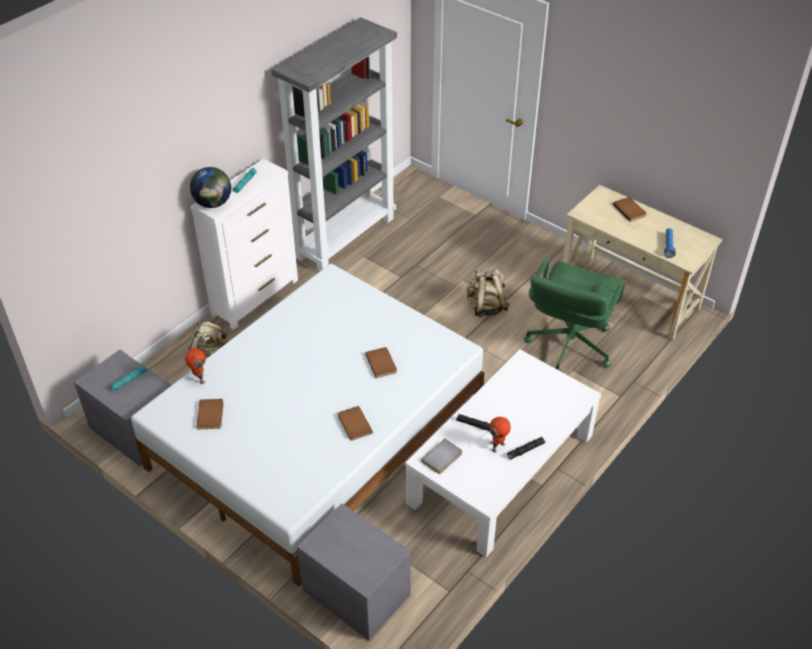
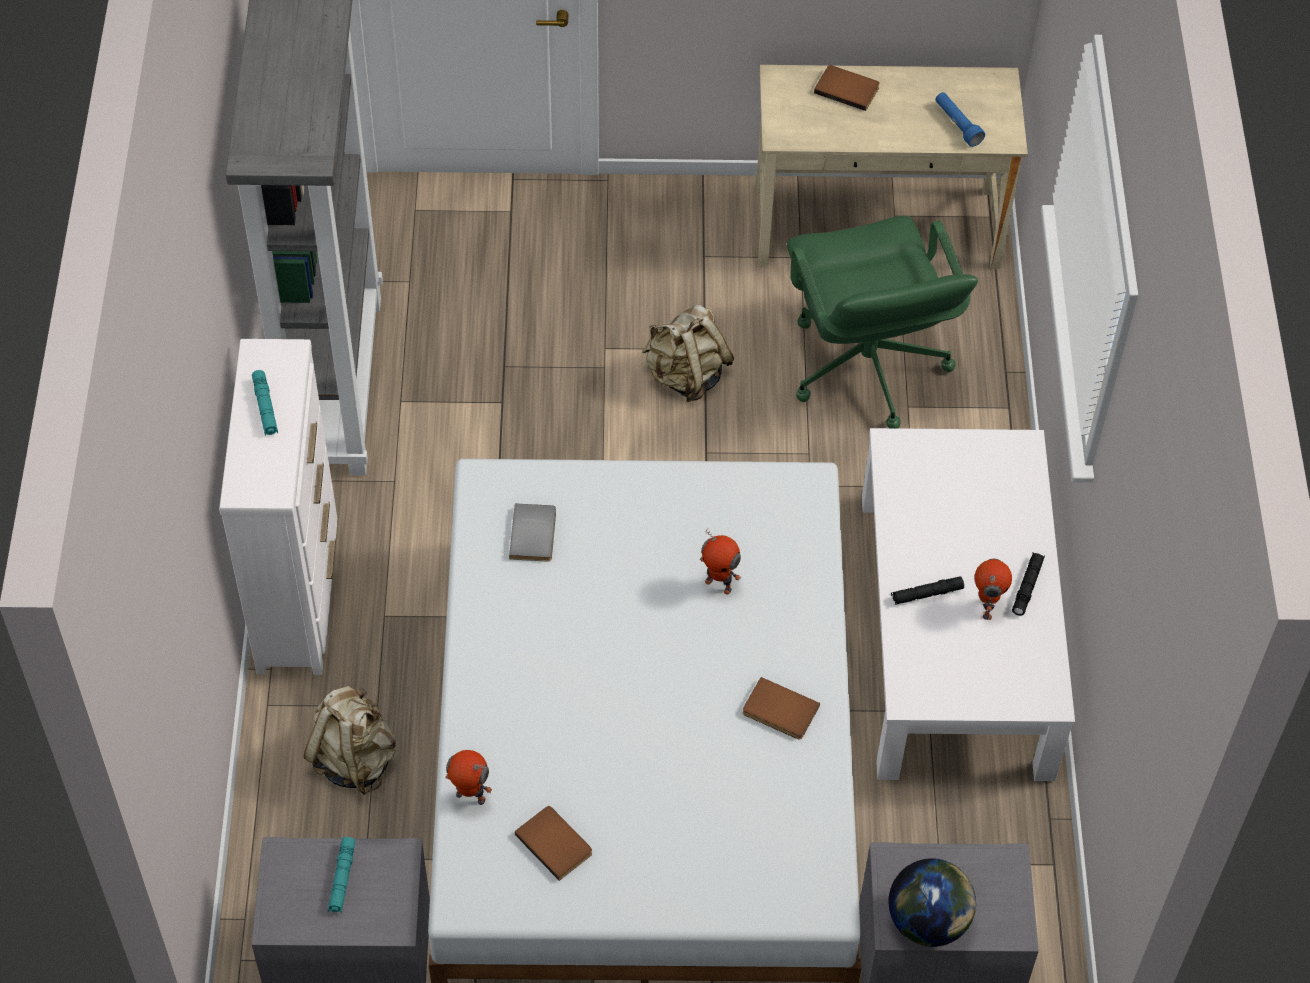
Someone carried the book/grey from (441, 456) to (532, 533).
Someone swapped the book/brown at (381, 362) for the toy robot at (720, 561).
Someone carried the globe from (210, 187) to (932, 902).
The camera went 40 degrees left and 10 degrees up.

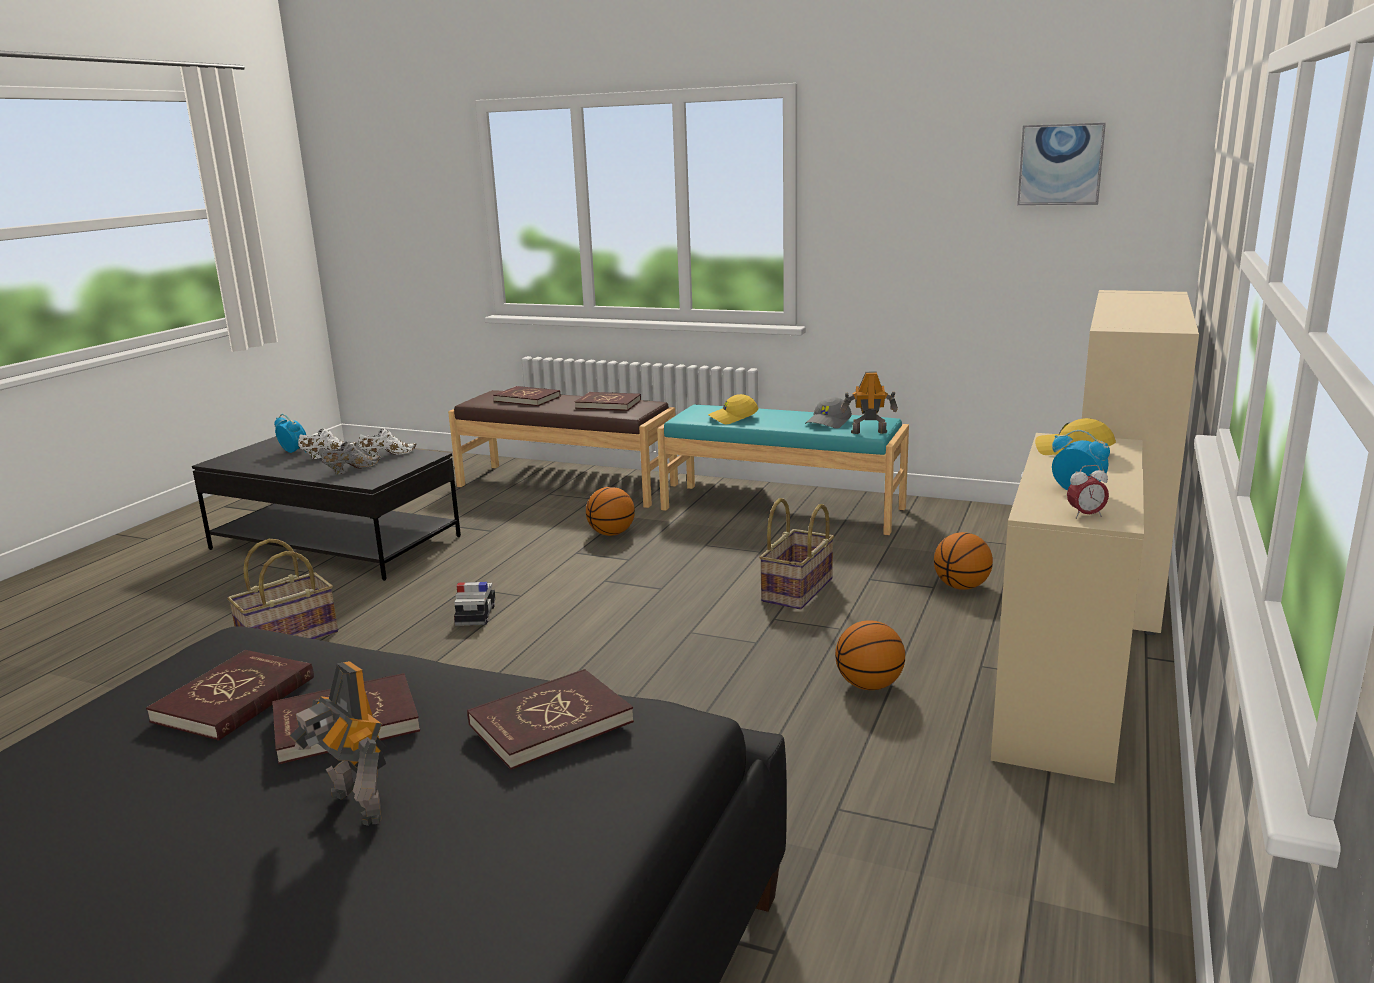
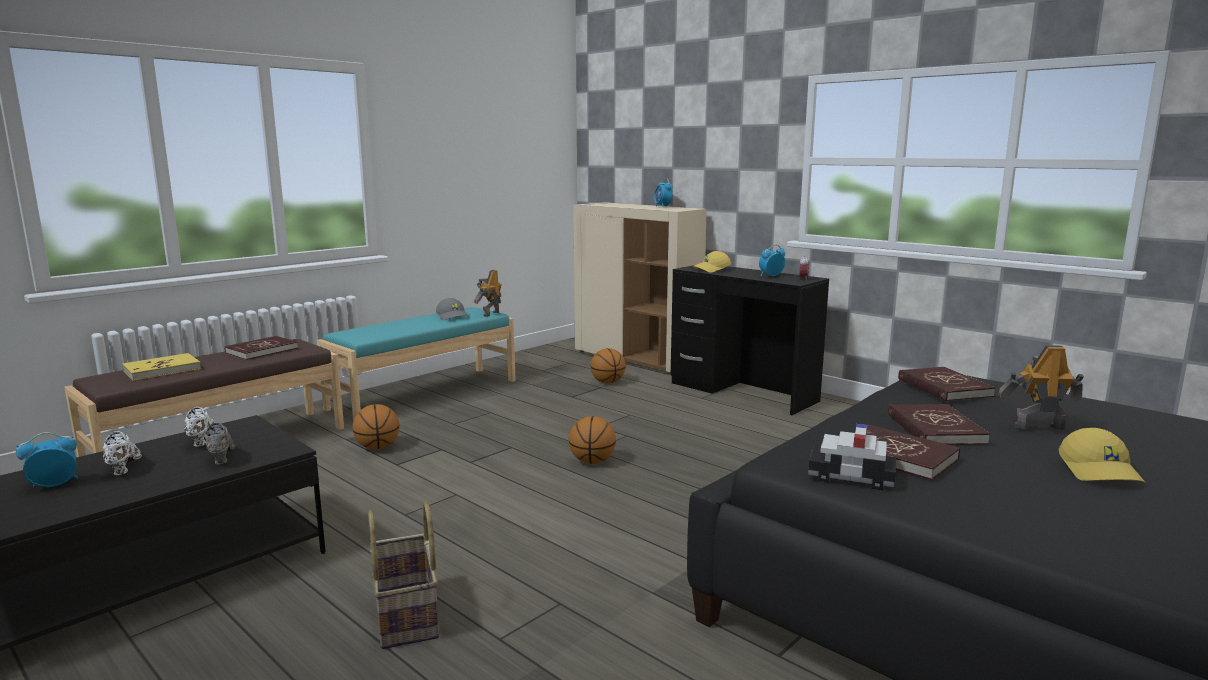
Someone repainted the book/red at (526, 396), which became the book/yellow at (161, 367).
Someone carried the basketball from (870, 655) to (592, 440).
Someone put down the alarm clock at (663, 192).
Someone repainted the desk/beige at (1067, 608), which became the desk/black at (750, 340).
Someone carried the toy car from (475, 604) to (852, 457).
Someone rotated the toy robot at (338, 743) by 150 degrees counterclockwise.
Someone carried the cap/yellow from (733, 409) to (1102, 455).
Someone took away the basket at (796, 553).
Someone took away the picture at (1061, 164).
The camera went 70 degrees left and 5 degrees down.

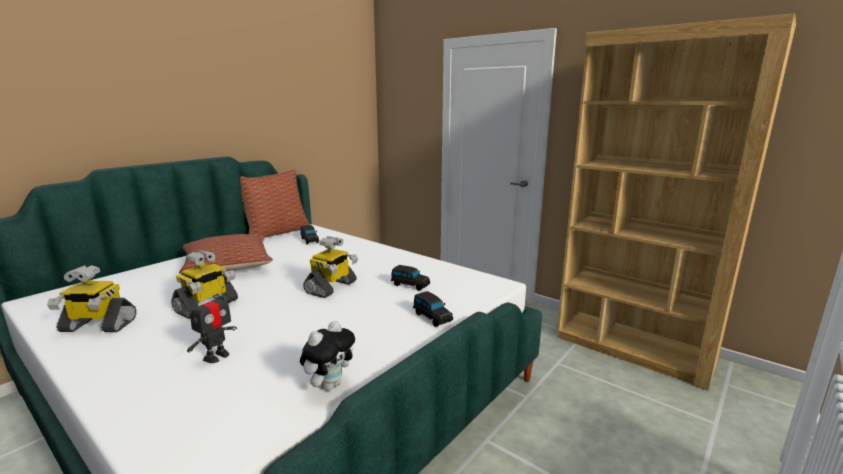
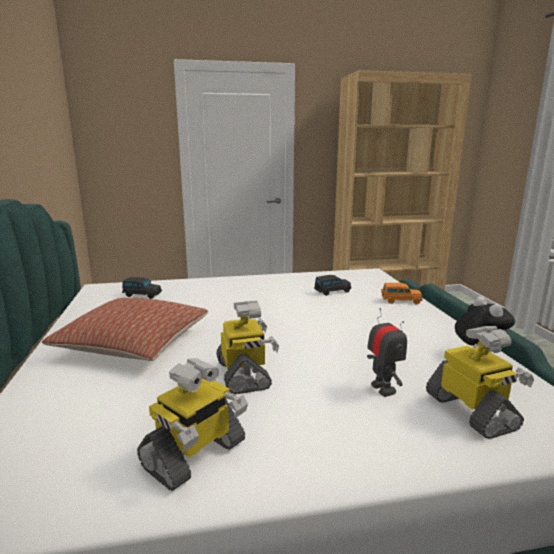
Someone repainted the toy car/black at (433, 309), which became the toy car/orange at (402, 293).
Someone carried the toy robot from (330, 267) to (480, 382).
Someone took away the pillow at (275, 203).
The camera went 50 degrees left and 0 degrees up.

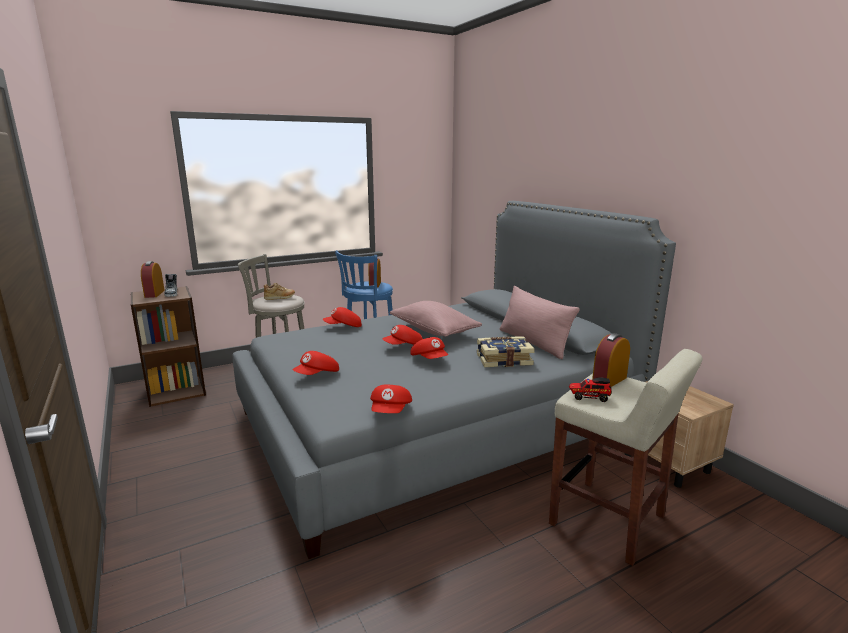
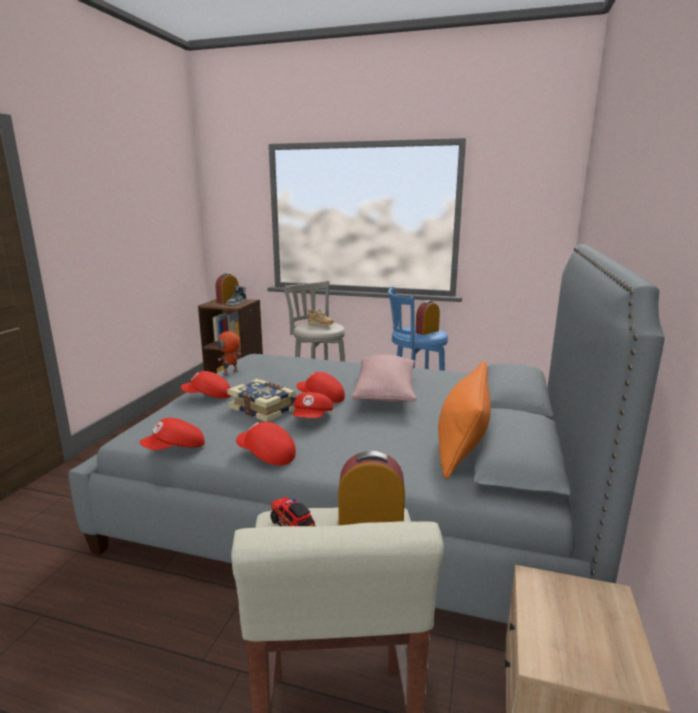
Someone put down the toy robot at (229, 351).
Someone carried the book from (506, 352) to (261, 400).
Someone carried the cap/red from (342, 317) to (266, 444).
Someone repainted the pillow/pink at (539, 322), which became the pillow/orange at (464, 420).
The camera went 45 degrees right and 0 degrees up.

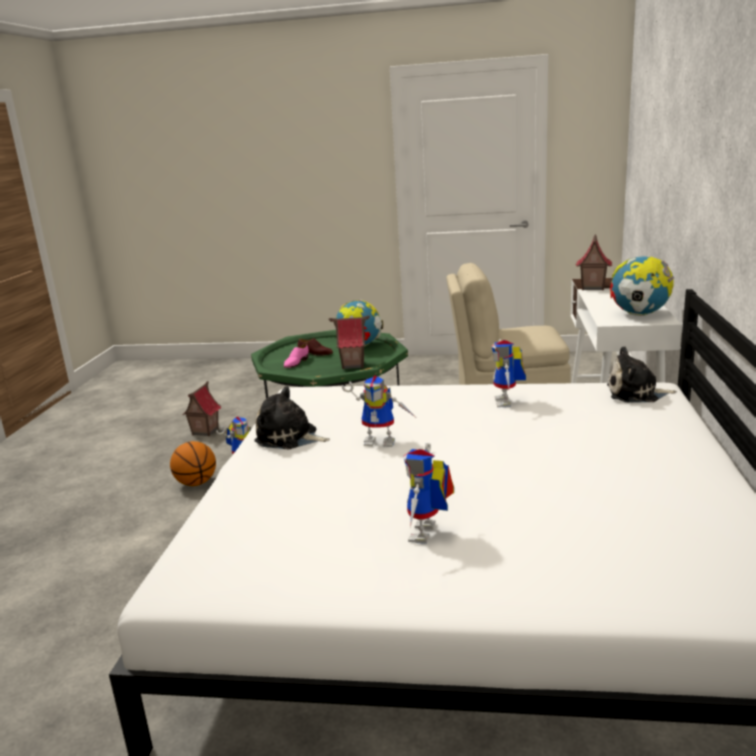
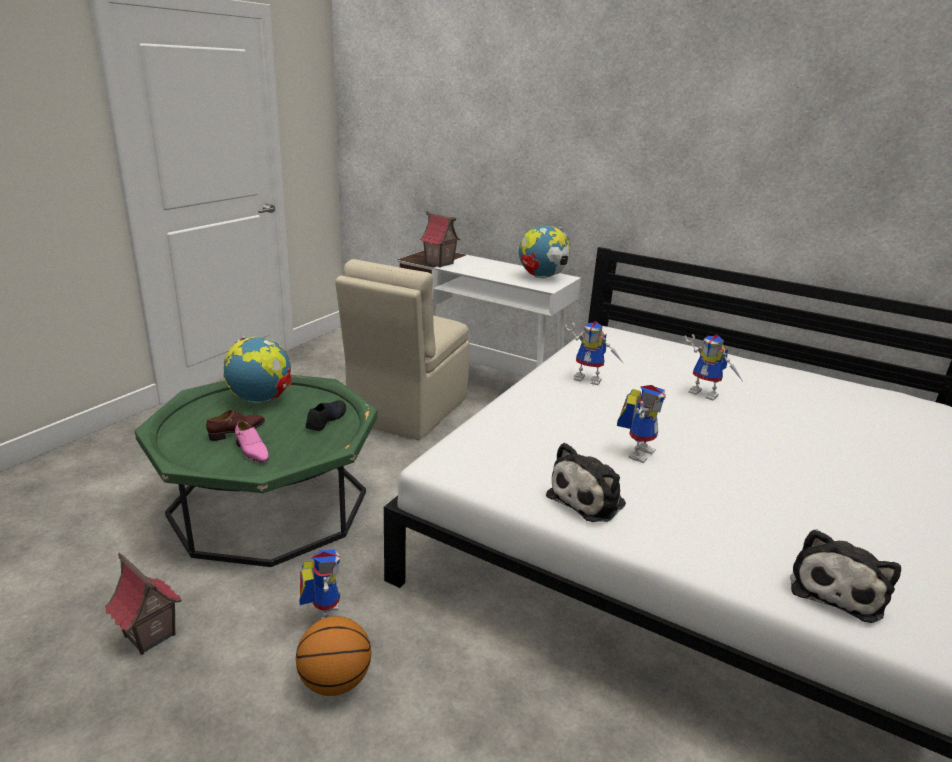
Someone swapped the toy house at (349, 342) for the shoe/black at (326, 415).
Someone carried the toy robot from (428, 493) to (713, 367).
Someone carried the plush toy from (642, 374) to (845, 576).
The camera went 70 degrees left and 5 degrees up.

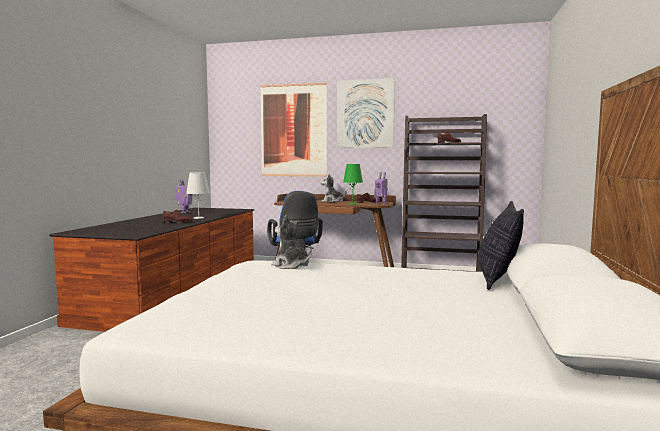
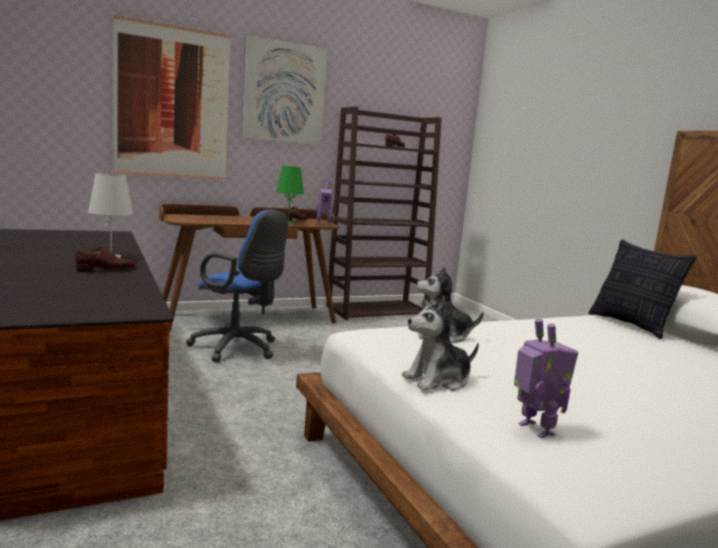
Someone carried the plush toy from (333, 188) to (440, 343).
Someone carried the toy robot from (183, 196) to (546, 378).
The camera went 40 degrees left and 5 degrees up.

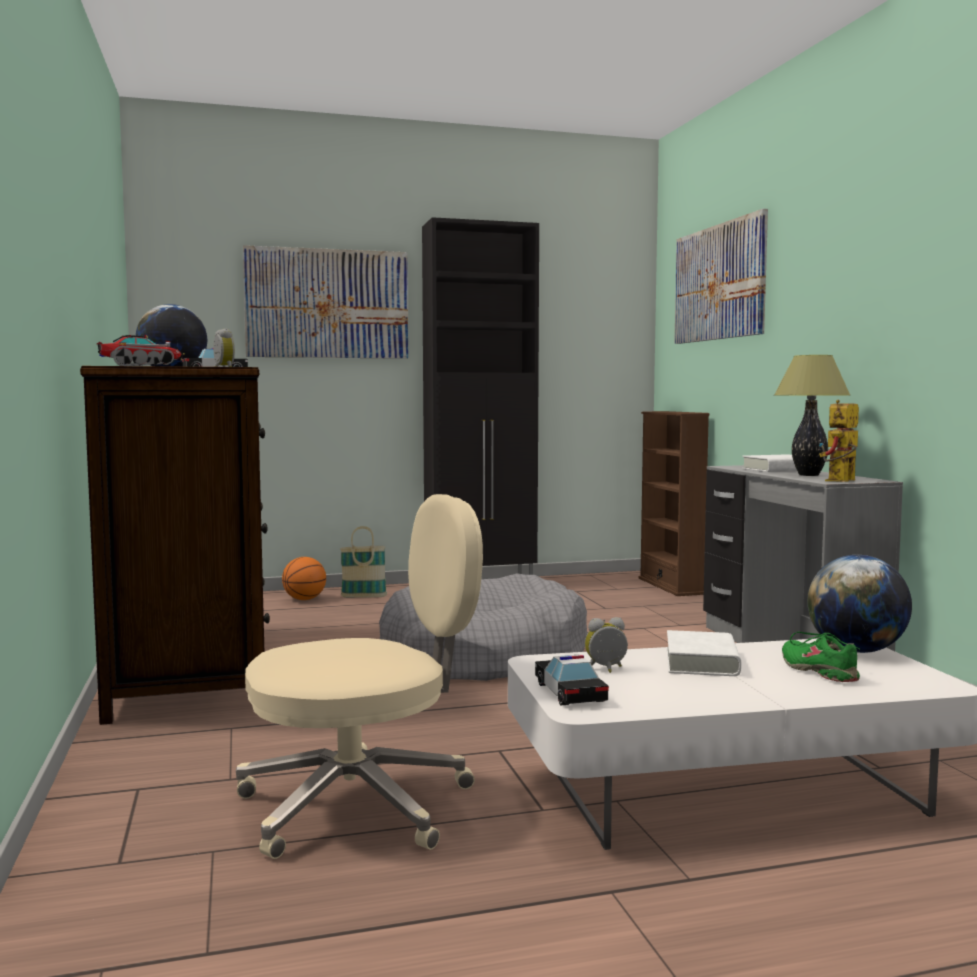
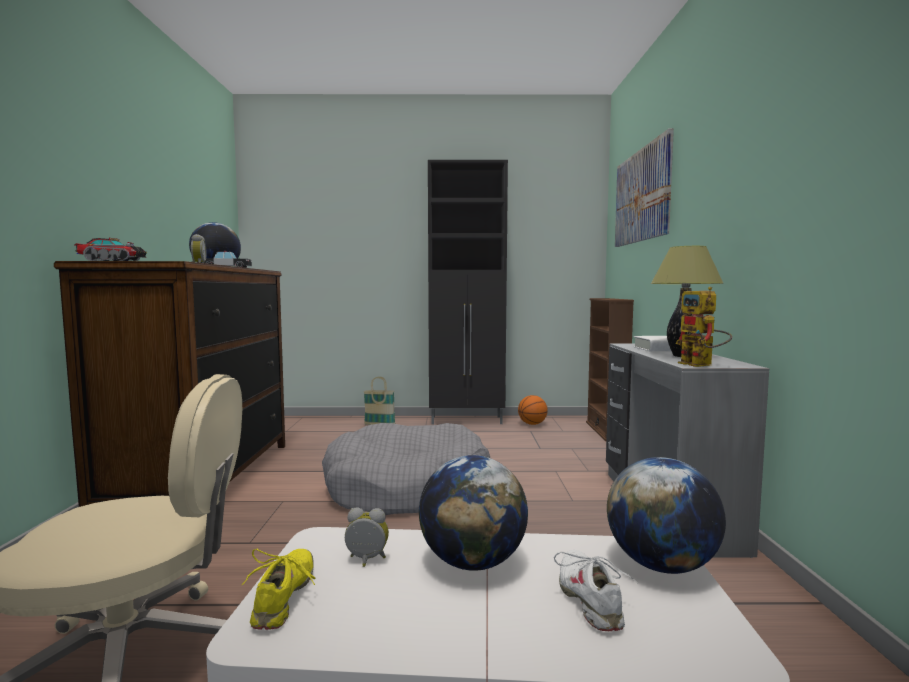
Someone swapped the toy car at (572, 679) for the shoe/yellow at (279, 589).
Someone swapped the book/white at (704, 653) for the globe at (473, 513).
Someone carried the basketball from (304, 578) to (533, 410).
Someone repainted the shoe/green at (821, 657), which became the shoe/white at (596, 590).
Someone rotated the toy robot at (839, 440) by 75 degrees counterclockwise.
Someone took away the picture at (325, 302).
The camera went 15 degrees right and 0 degrees up.

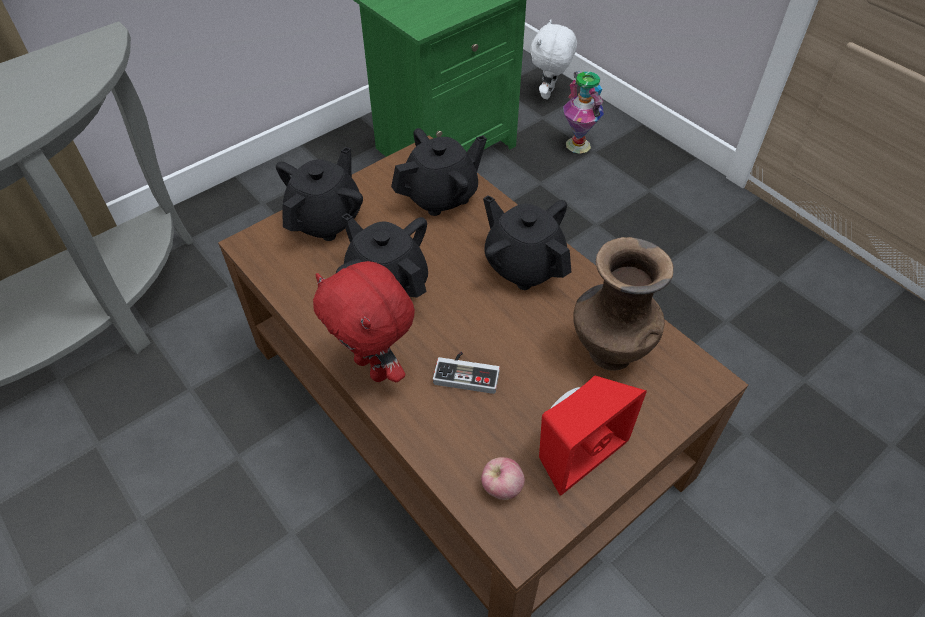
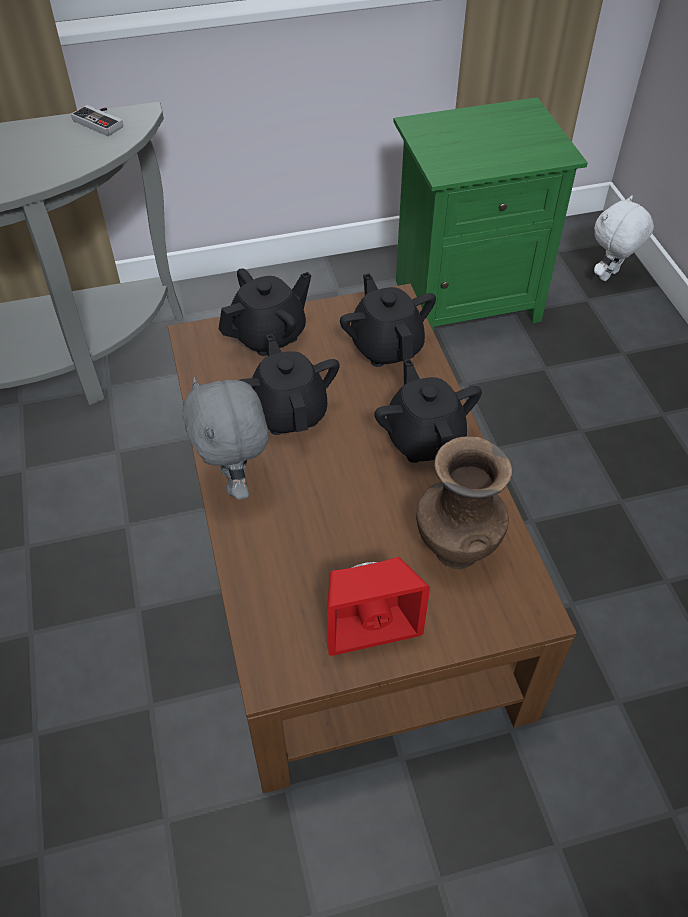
Someone carried the game controller from (466, 373) to (97, 120).
Someone repainted the plush toy/red at (364, 322), which became the plush toy/grey at (225, 438).
Someone rotated the teapot/black at (439, 172) by 105 degrees counterclockwise.
Someone took away the apple at (503, 478).
Someone took away the vase at (583, 112).
The camera went 25 degrees right and 0 degrees up.

